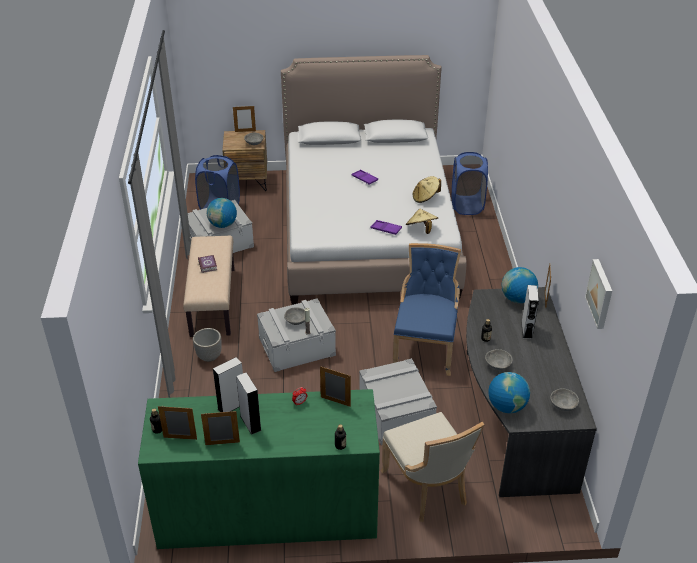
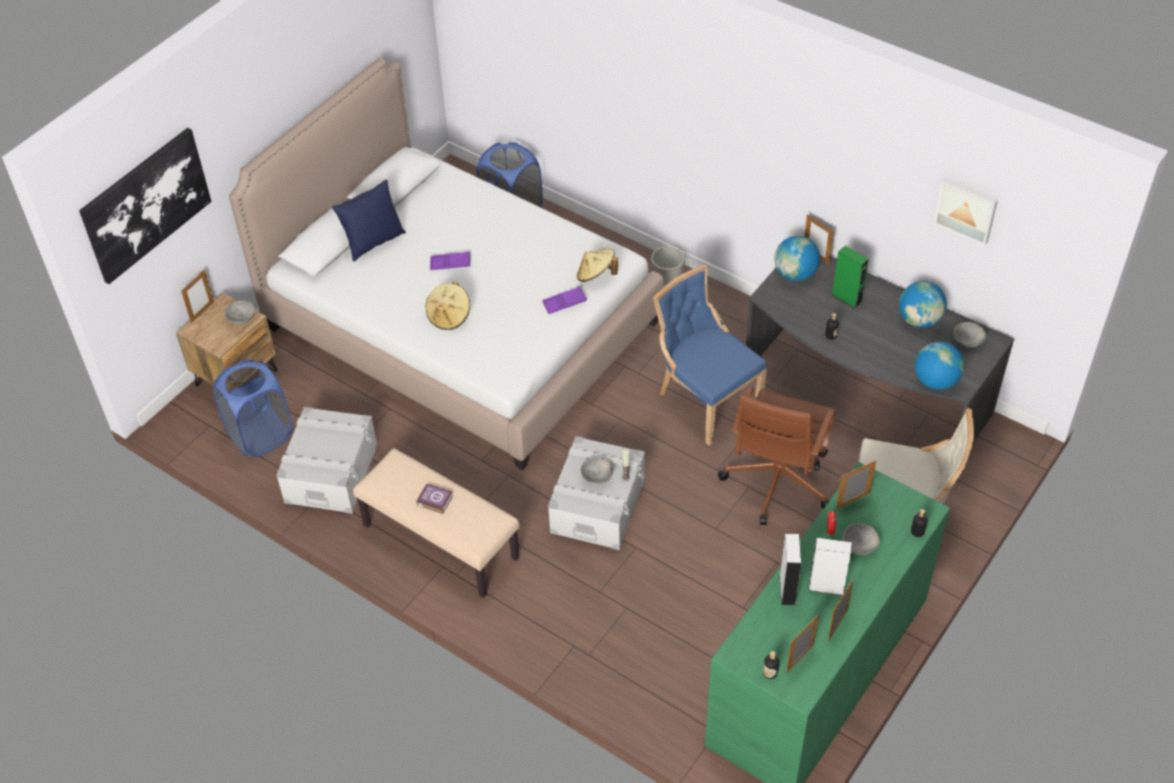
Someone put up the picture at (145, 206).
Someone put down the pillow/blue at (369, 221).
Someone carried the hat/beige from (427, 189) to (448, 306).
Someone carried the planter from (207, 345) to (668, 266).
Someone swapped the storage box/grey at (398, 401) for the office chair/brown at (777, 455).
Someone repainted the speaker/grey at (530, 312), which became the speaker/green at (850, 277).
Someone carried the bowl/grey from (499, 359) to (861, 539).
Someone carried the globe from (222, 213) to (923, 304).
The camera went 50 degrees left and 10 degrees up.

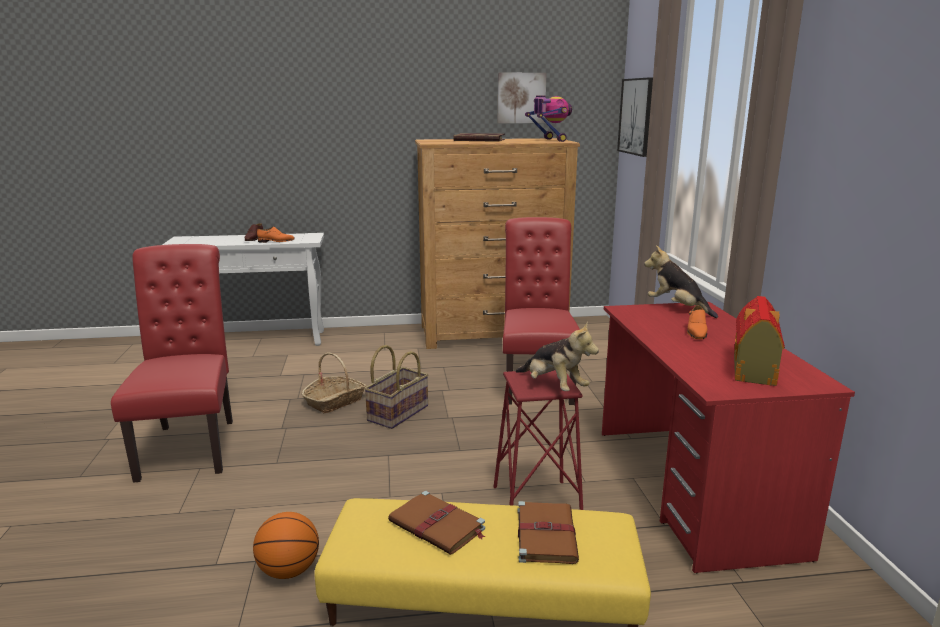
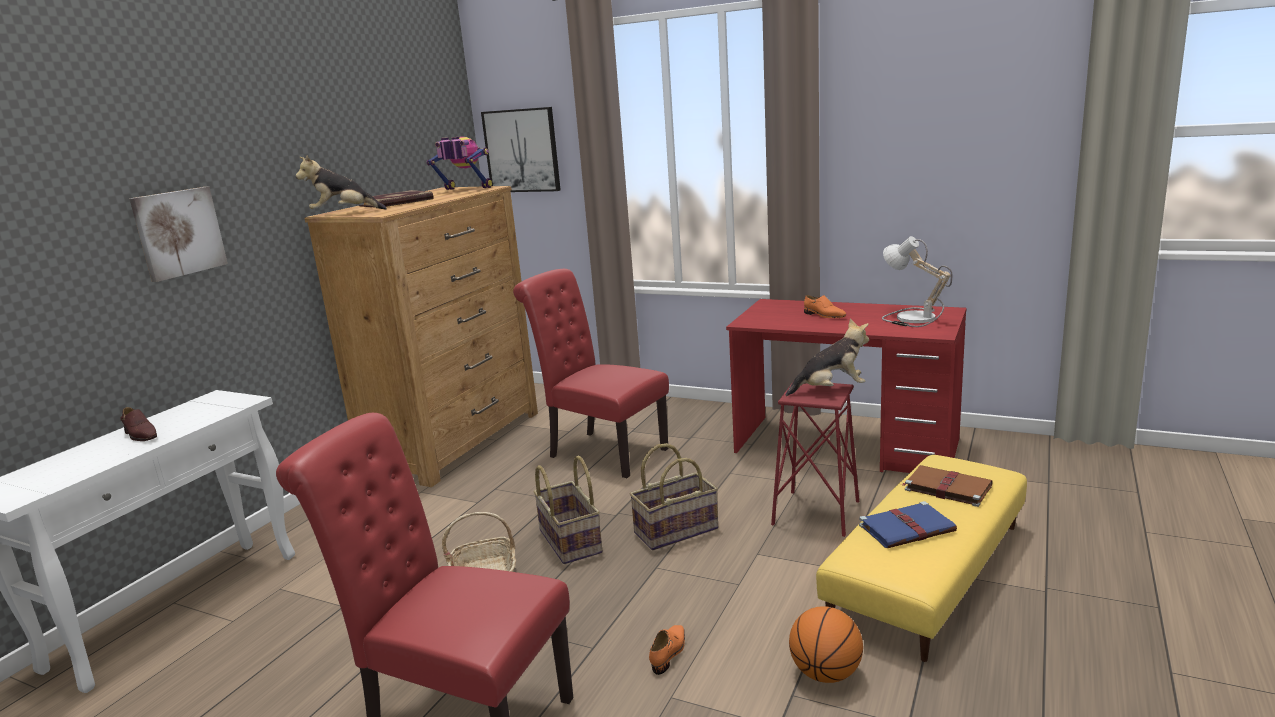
Someone carried the picture from (522, 98) to (178, 234).
Someone carried the plush toy from (681, 281) to (341, 182).
Someone put down the basket at (674, 496).
Someone carried the shoe/orange from (276, 235) to (667, 650).
Someone repainted the book/brown at (437, 523), which became the book/blue at (908, 524).
Someone swapped the toy house at (759, 341) for the table lamp at (917, 281).
The camera went 55 degrees left and 0 degrees up.

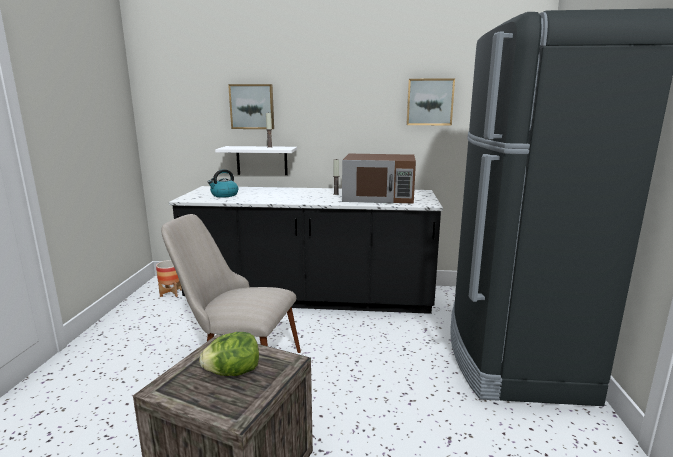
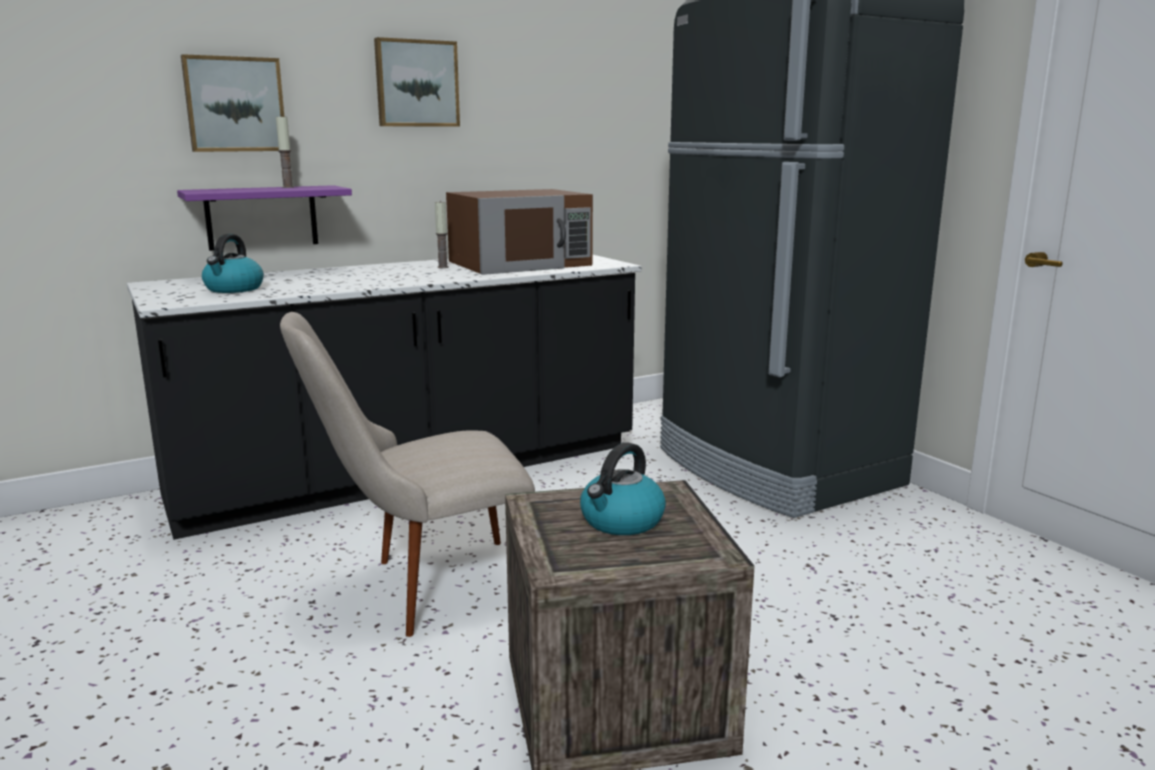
Someone repainted the shelf/white at (256, 160), which became the shelf/purple at (264, 218).
Someone carried the picture from (430, 101) to (417, 82).
Someone swapped the lettuce at (229, 354) for the kettle at (623, 488).
Someone took away the planter at (169, 278).
The camera went 35 degrees left and 0 degrees up.

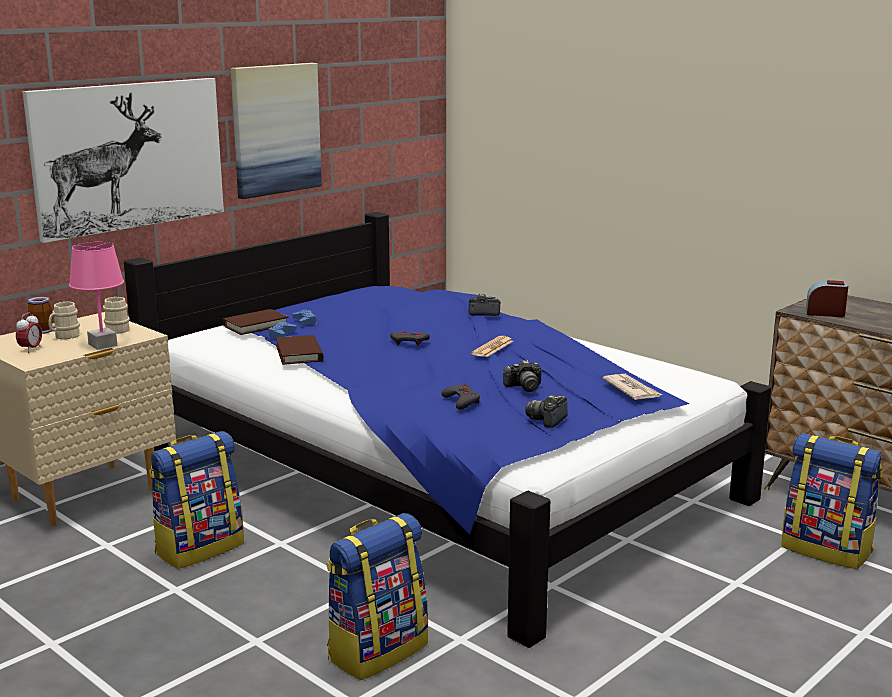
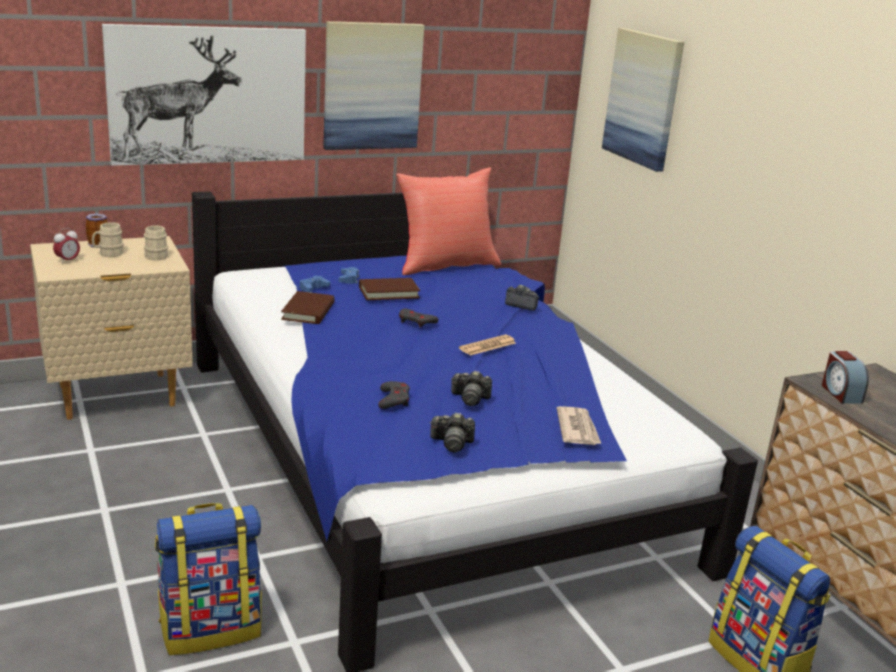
Someone carried the book/brown from (256, 322) to (389, 289).
Someone put down the pillow/red at (448, 221).
Someone rotated the photo camera at (546, 411) by 135 degrees counterclockwise.
Someone put up the picture at (643, 100).
Someone rotated the alarm clock at (827, 298) by 135 degrees counterclockwise.
Someone took away the table lamp/pink at (96, 296).
Someone took away the backpack at (196, 500).
The camera went 20 degrees right and 5 degrees up.

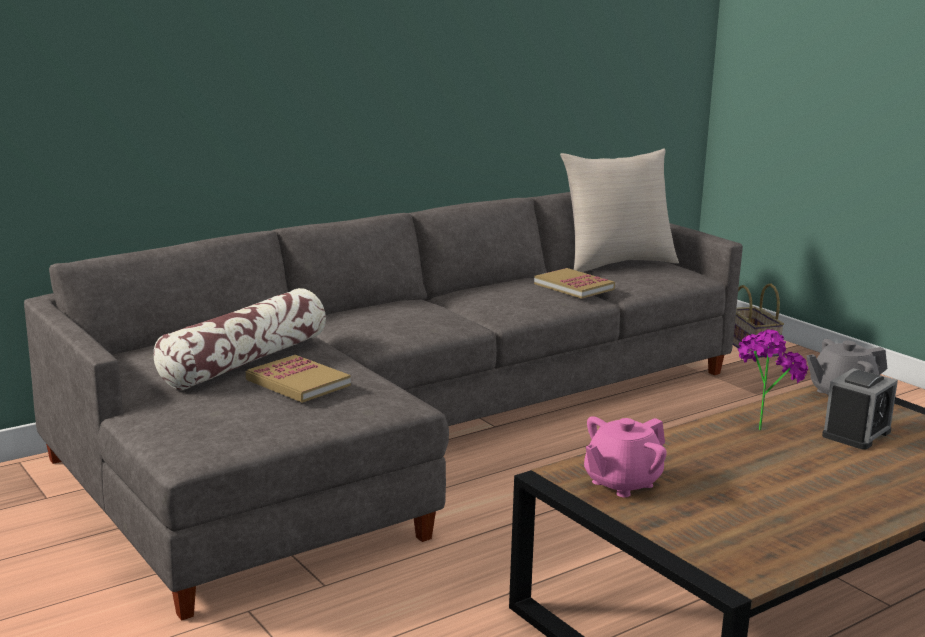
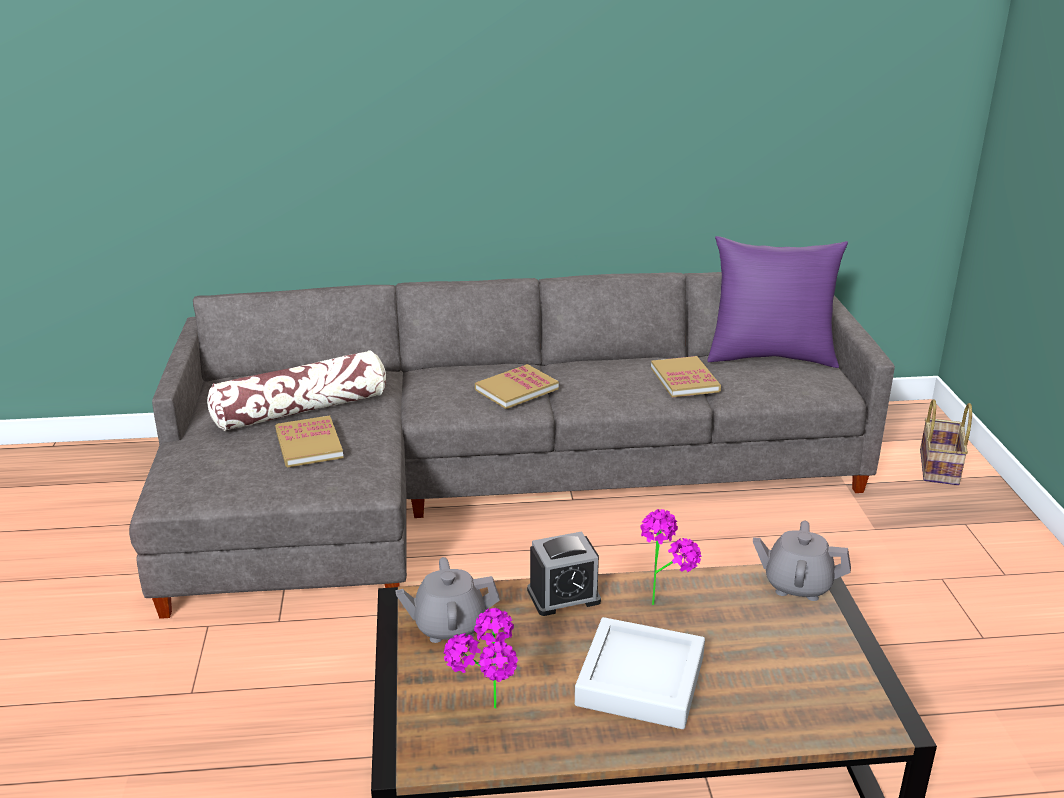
Someone repainted the teapot/pink at (625, 456), which became the teapot/grey at (447, 600).
Someone put down the potted plant at (480, 658).
Someone put down the book at (517, 386).
Someone carried the alarm clock from (860, 409) to (564, 573).
Someone put down the tray/grey at (640, 673).
Someone repainted the pillow/beige at (619, 210), which became the pillow/purple at (777, 302).
The camera went 30 degrees right and 10 degrees up.

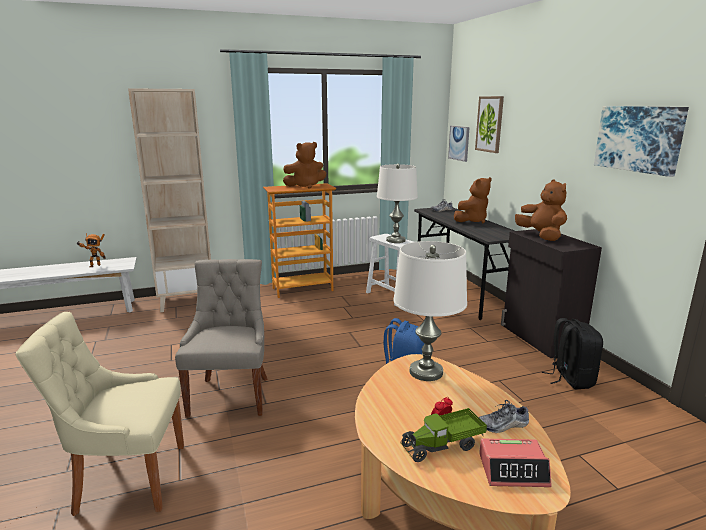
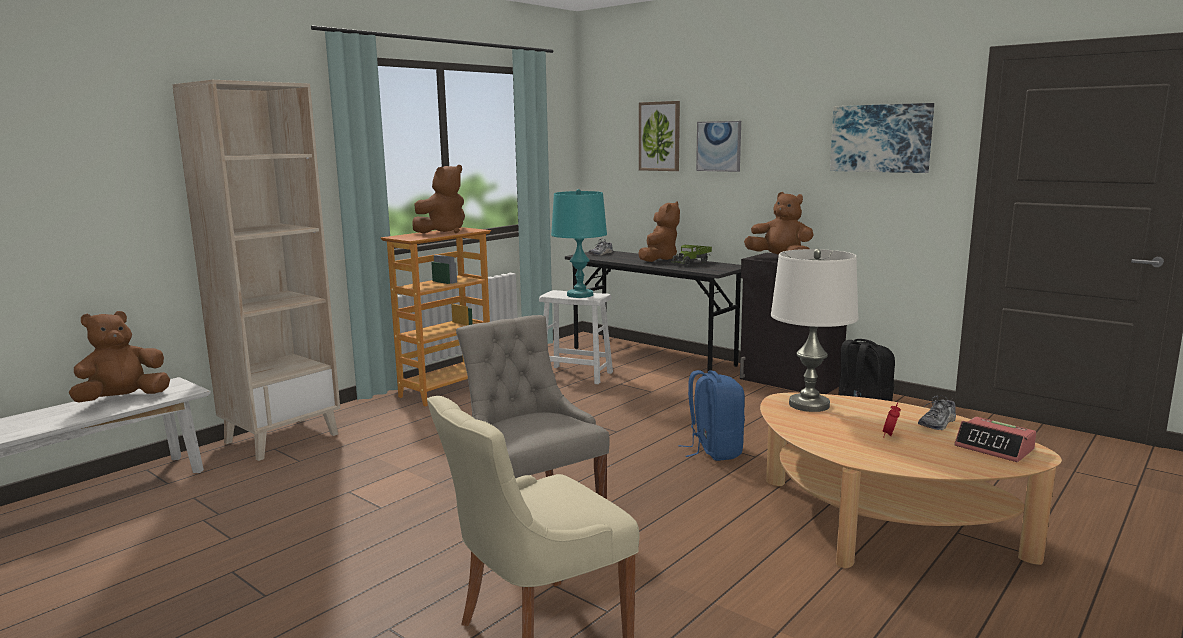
Someone swapped the toy robot at (91, 250) for the plush toy/brown at (119, 356).
Someone repainted the table lamp/white at (397, 203), which became the table lamp/turquoise at (579, 243).
Someone carried the toy truck from (443, 435) to (692, 256).
Someone carried the picture from (459, 144) to (718, 146).
Someone rotated the alarm clock at (515, 463) by 75 degrees clockwise.
The camera went 30 degrees left and 5 degrees down.

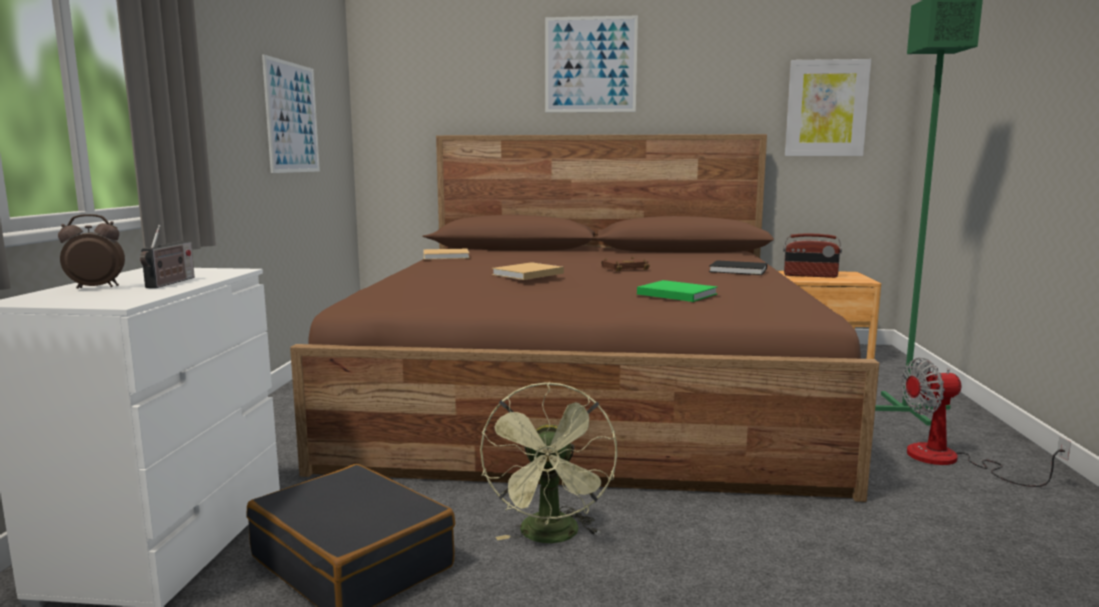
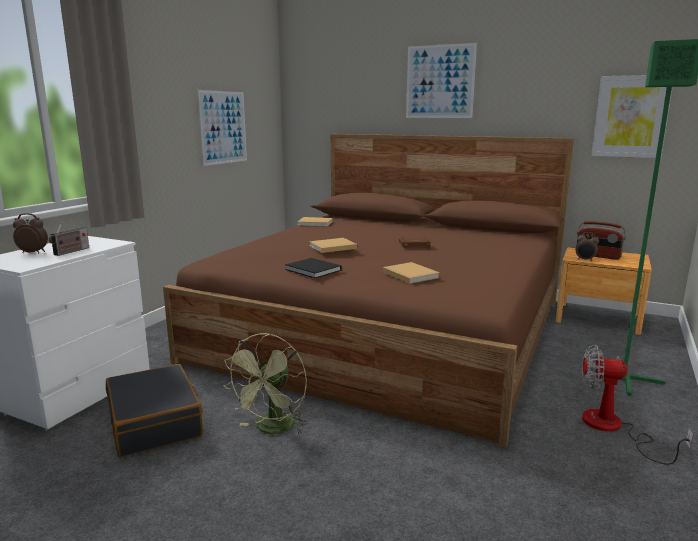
Someone carried the book/black from (738, 267) to (313, 268).
Someone repainted the book/green at (677, 291), which became the book/beige at (411, 273).
Someone put down the alarm clock at (587, 247).
The camera went 20 degrees right and 5 degrees up.

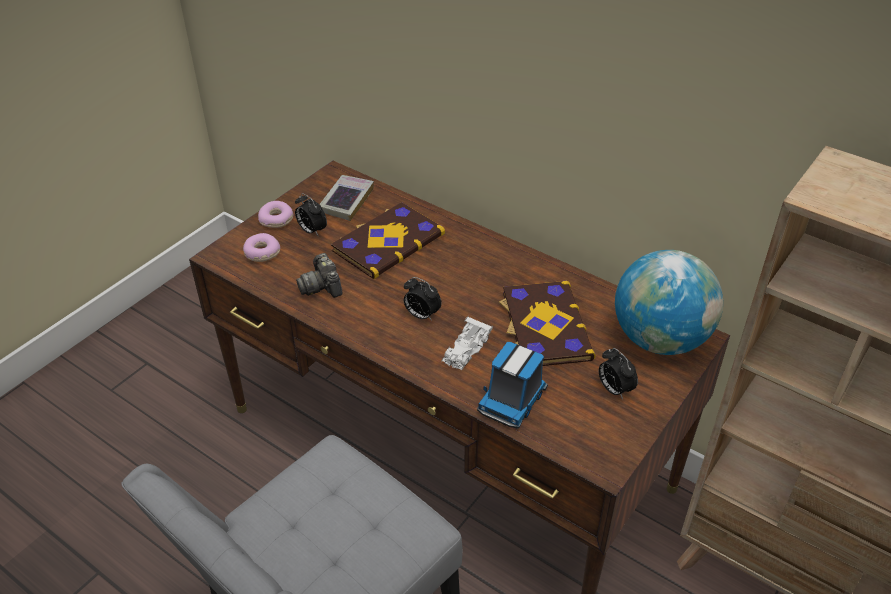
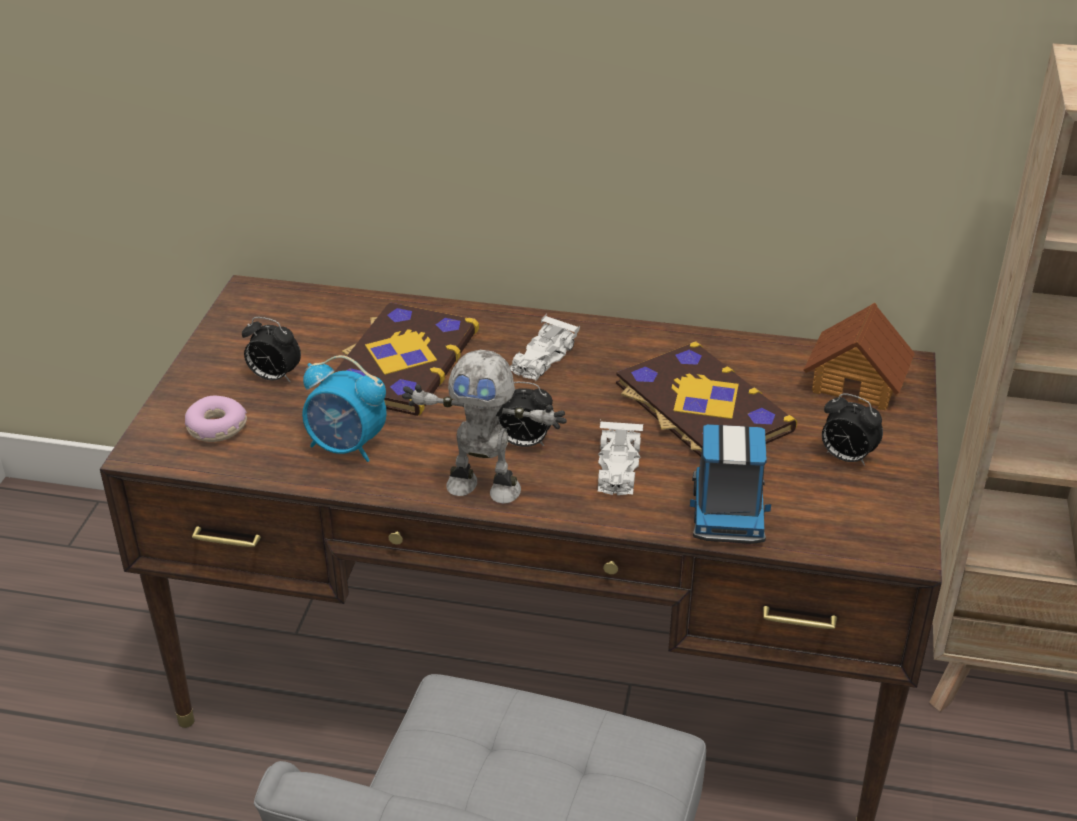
Someone swapped the photo camera at (319, 275) for the alarm clock at (344, 408).
Someone put down the toy robot at (484, 427).
Someone put down the toy car/white at (545, 348).
Someone swapped the globe at (669, 302) for the toy house at (859, 356).
Someone took away the donut at (276, 214).
Someone took away the book at (347, 198).
The camera went 25 degrees left and 5 degrees down.

